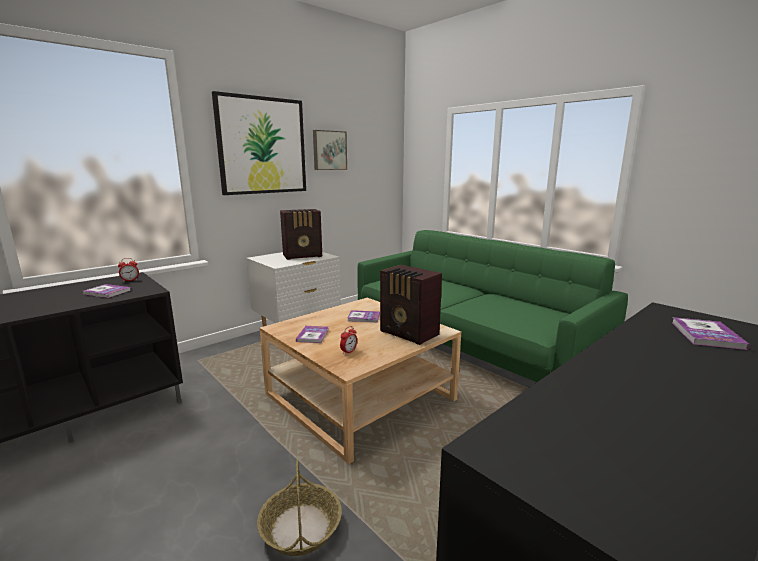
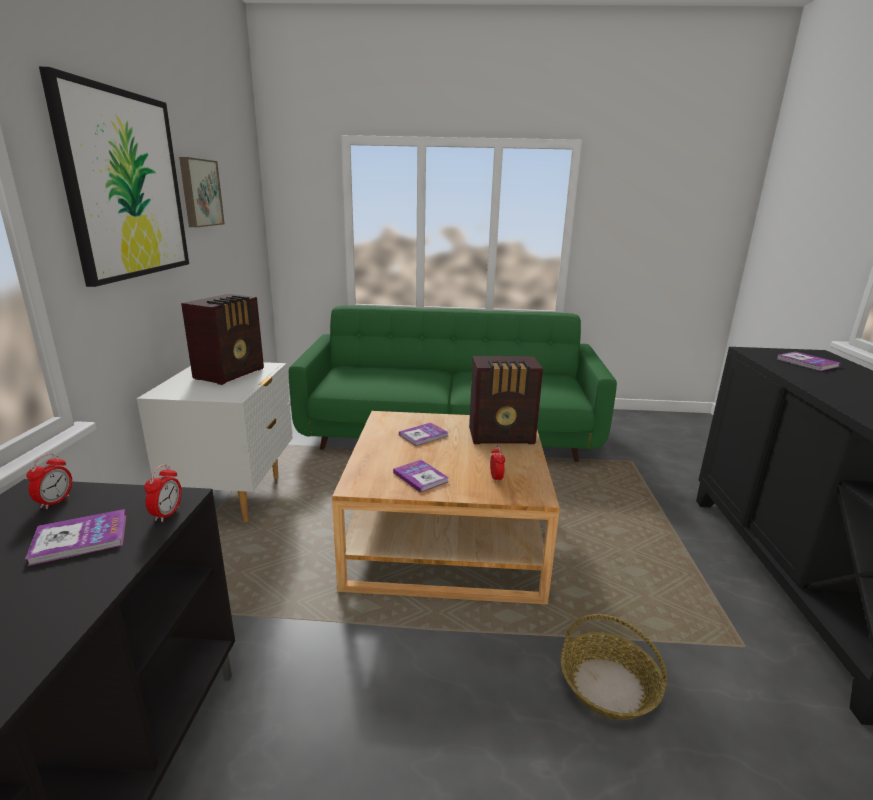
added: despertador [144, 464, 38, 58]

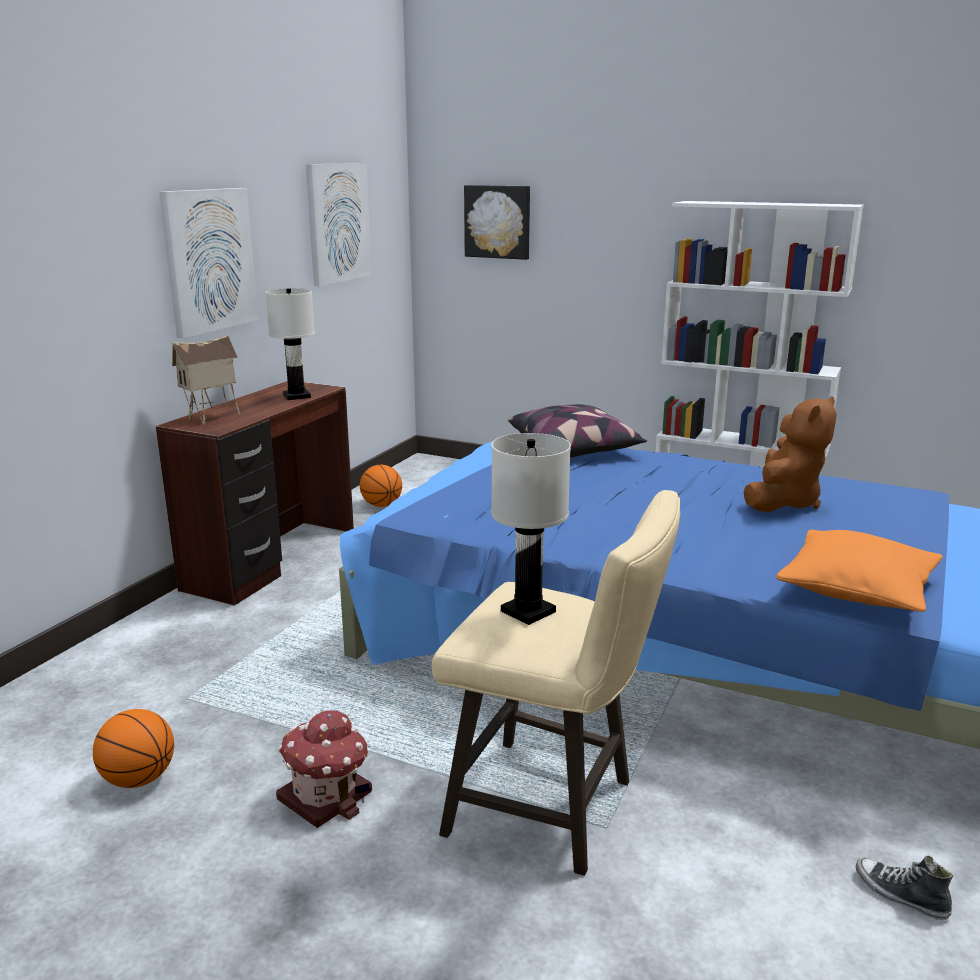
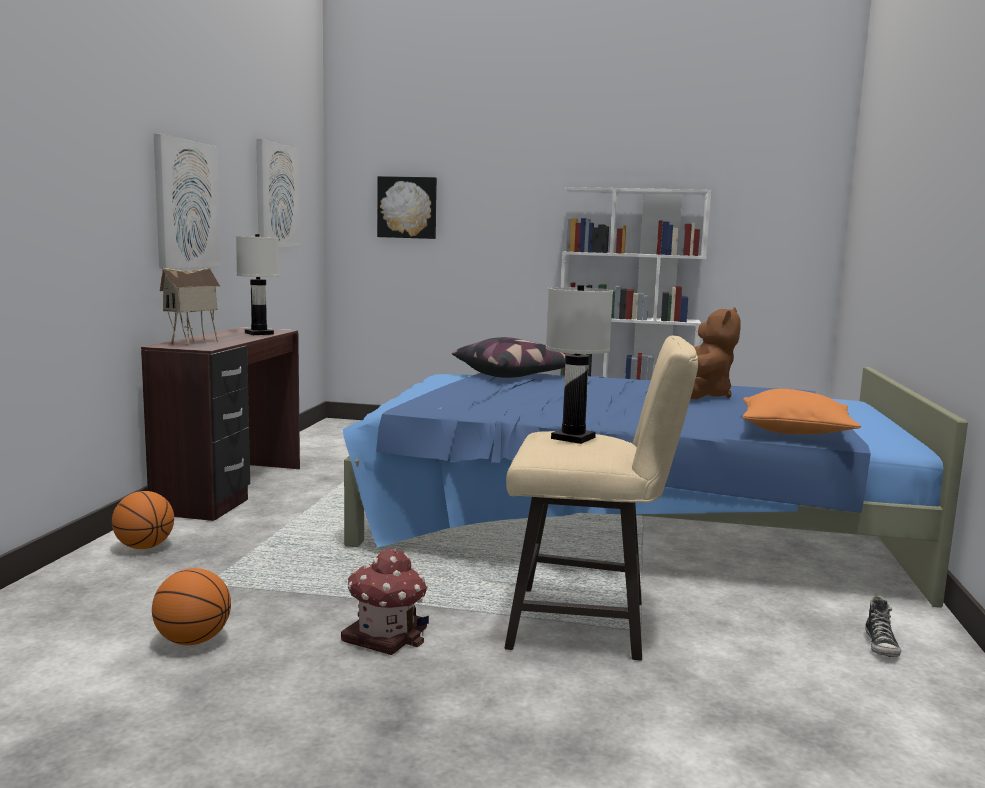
moved: balón de baloncesto [360, 465, 42, 42] to [112, 491, 62, 58]
turned: zapato [856, 856, 97, 64] = [865, 596, 36, 61] 105 degrees counterclockwise

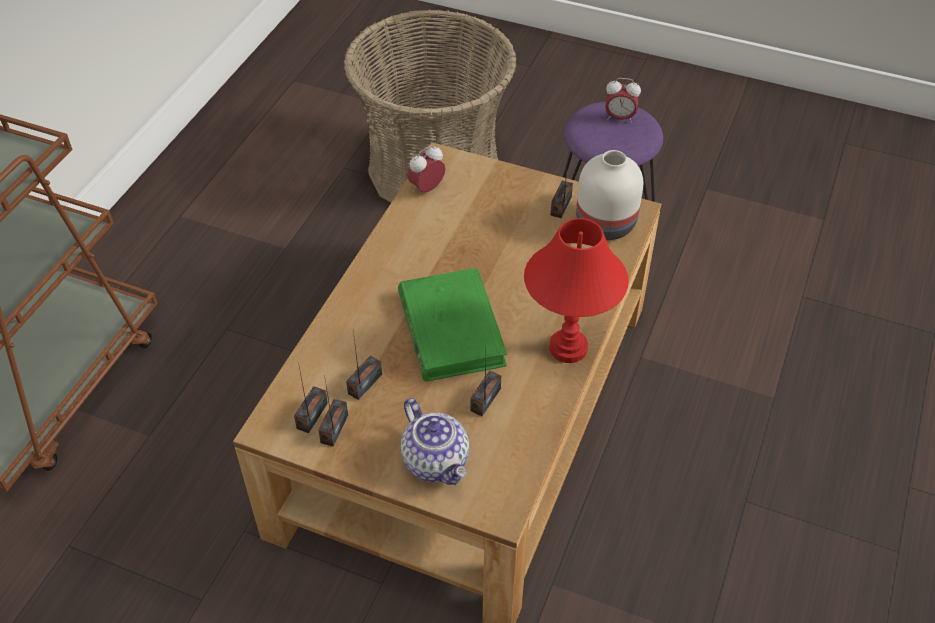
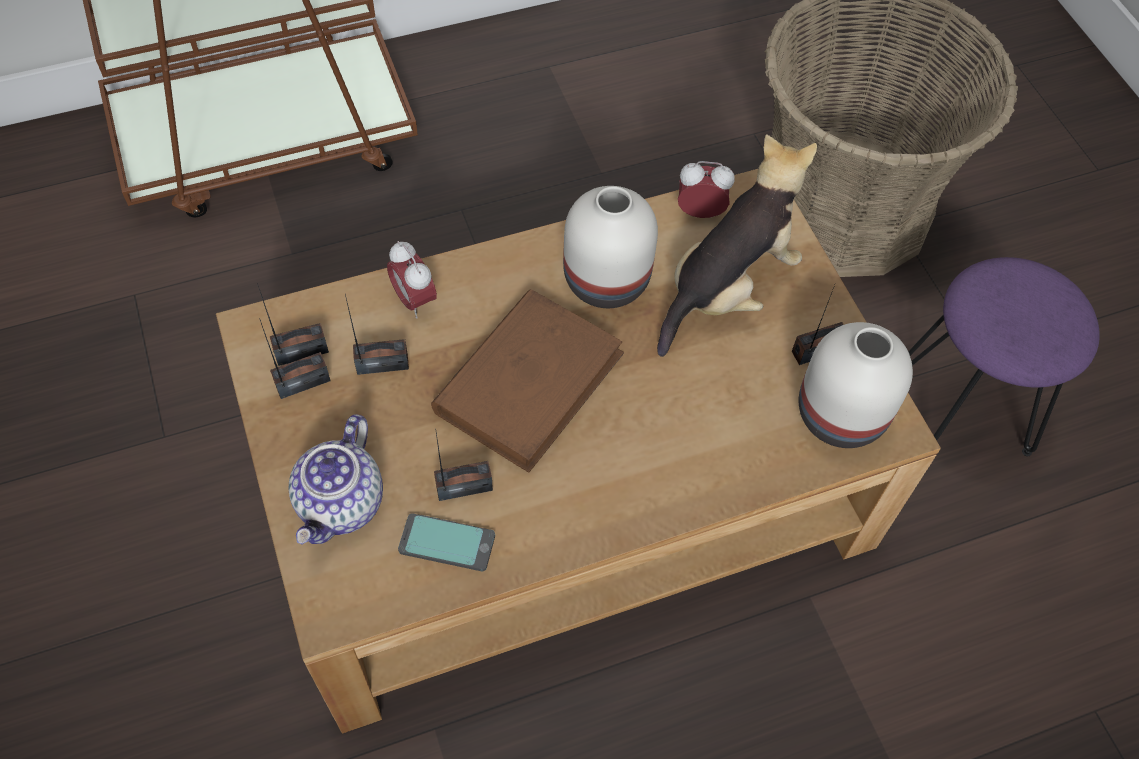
removed: lámpara de mesa [rojo] [524, 218, 105, 145]
added: móvil [398, 513, 97, 59]; florero [blanco] [563, 186, 95, 122]; peluche [657, 134, 160, 223]
moved: despertador [605, 78, 36, 45] to [387, 241, 50, 77]
recoloured: libro [verde] [398, 268, 109, 114] to libro [marrón] [431, 289, 193, 184]

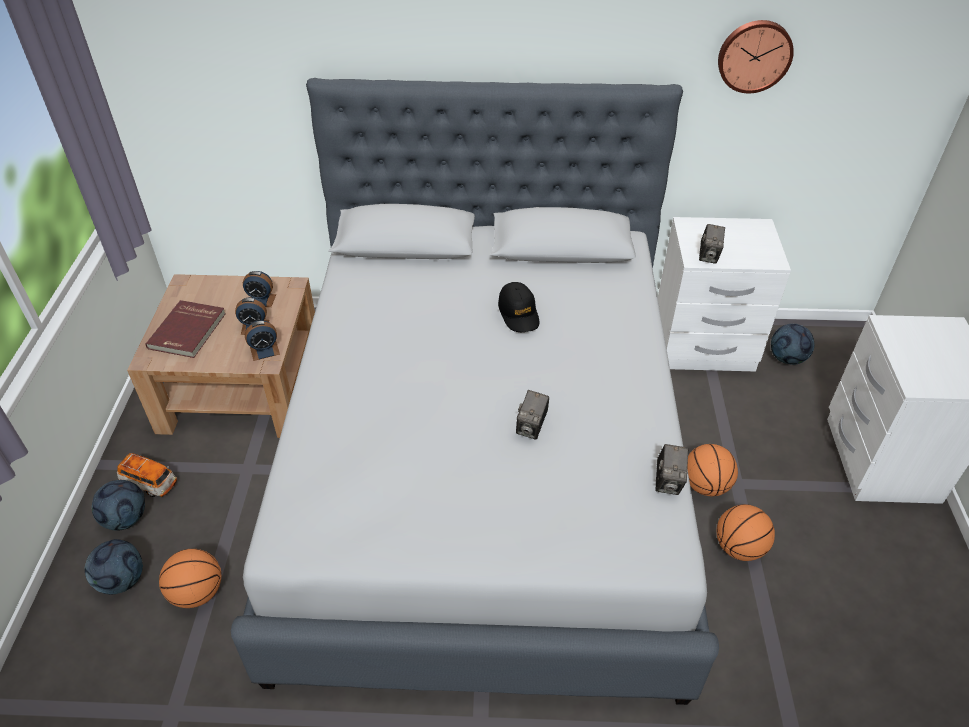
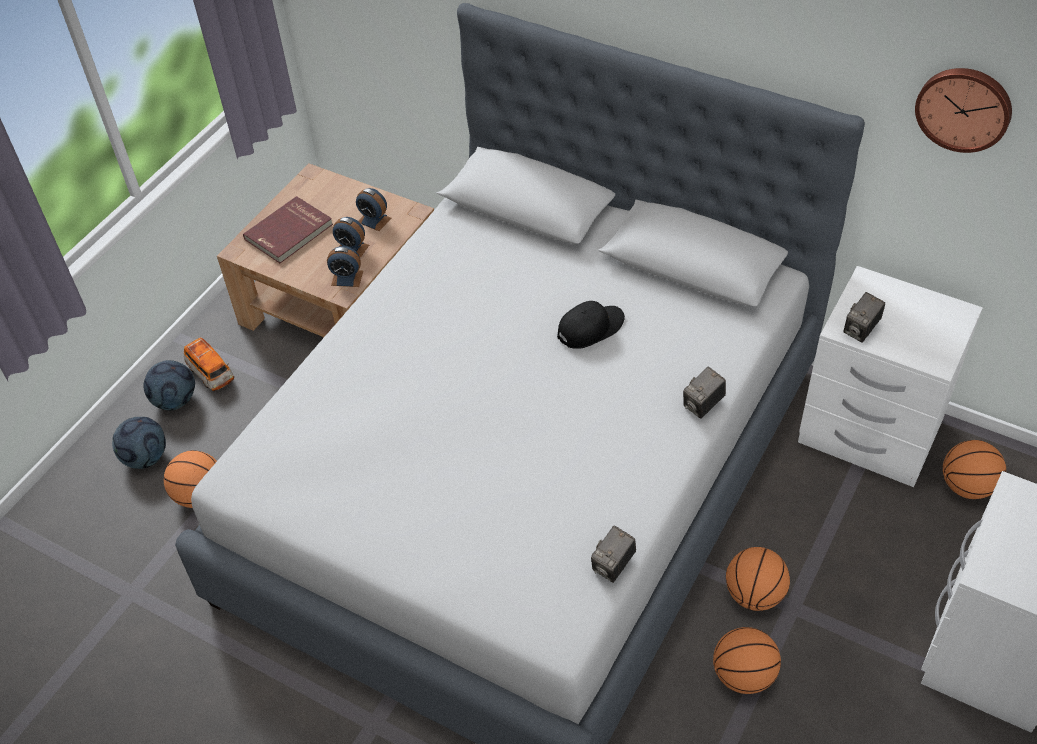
moved: cámara [516, 390, 33, 50] to [683, 367, 43, 52]
replaced: balón de fútbol [771, 324, 44, 41] to balón de baloncesto [943, 440, 63, 59]
turned: gorra [negro] [498, 282, 41, 50] = [557, 301, 68, 48] 135 degrees counterclockwise

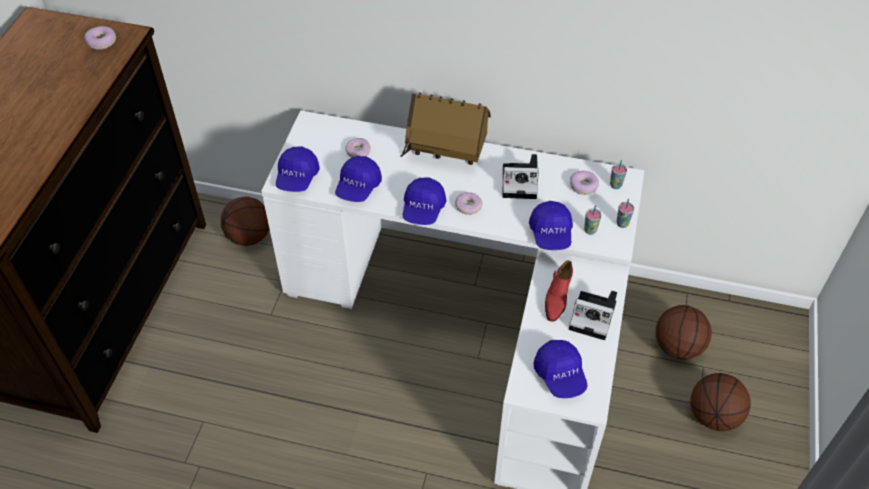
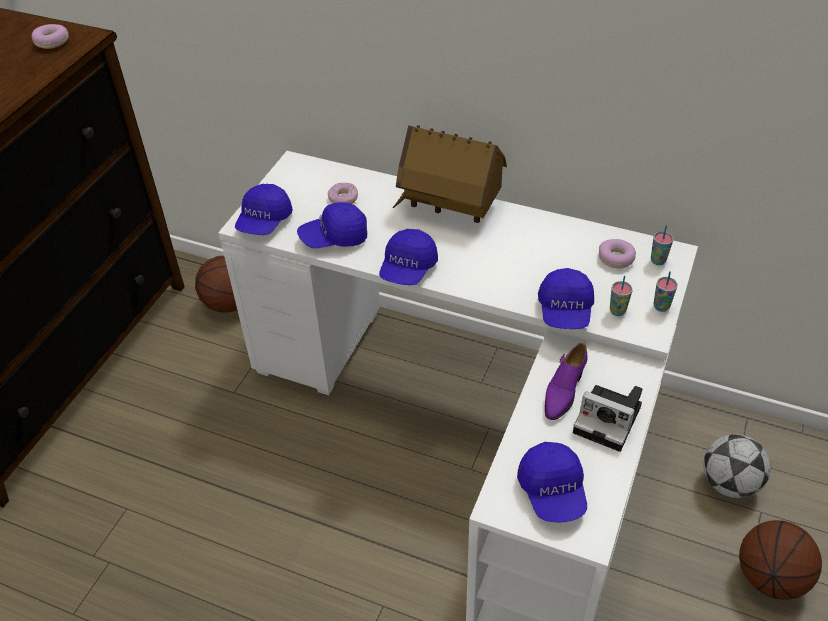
removed: rosquilla [455, 192, 28, 23]; cámara [503, 154, 36, 45]
replaced: balón de baloncesto [655, 305, 57, 55] to balón de fútbol [704, 434, 67, 64]
recoloured: zapato [rojo] [545, 260, 28, 61] to zapato [morado] [545, 343, 43, 77]
turned: gorra [azul] [335, 156, 47, 46] = [297, 202, 71, 46] 45 degrees clockwise

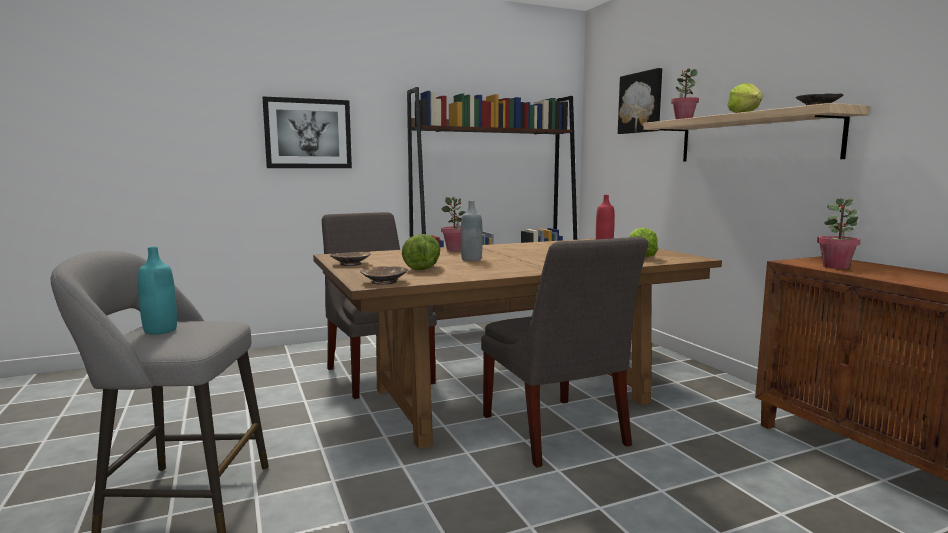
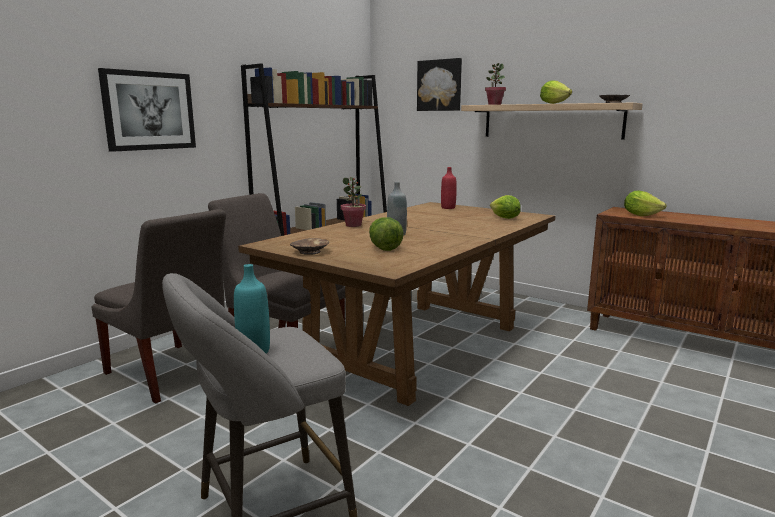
removed: cuenco [marrón] [360, 266, 48, 19]
moved: silla [gris] [481, 237, 167, 230] to [91, 209, 135, 194]
replaced: planta en maceta [817, 197, 44, 72] to lechuga [624, 191, 42, 25]

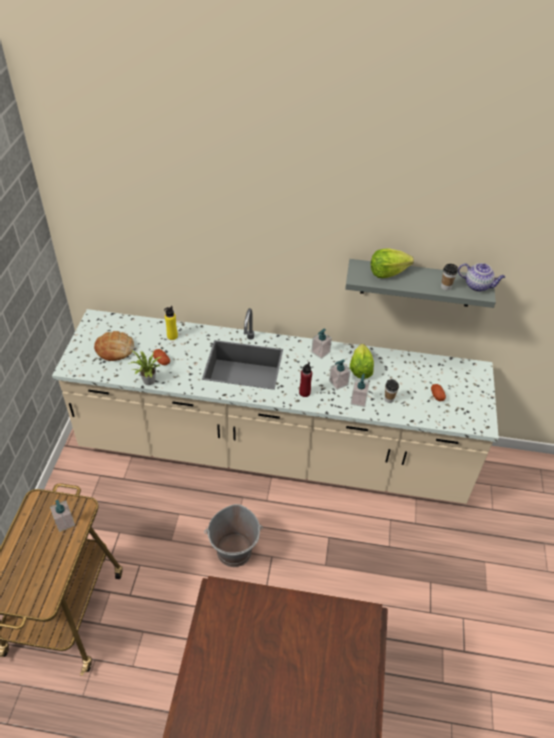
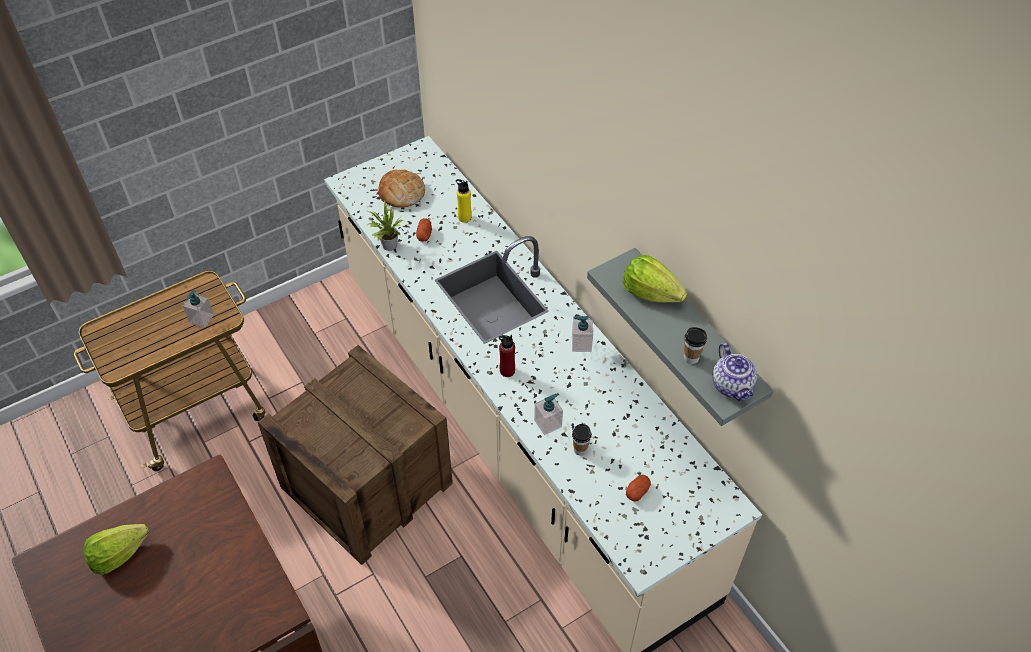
removed: dispensador de jabón [329, 359, 22, 31]
moved: lechuga [350, 344, 24, 35] to [83, 524, 66, 51]
replaced: cubo [gris] [204, 504, 59, 63] to caja de embalaje [258, 345, 195, 220]

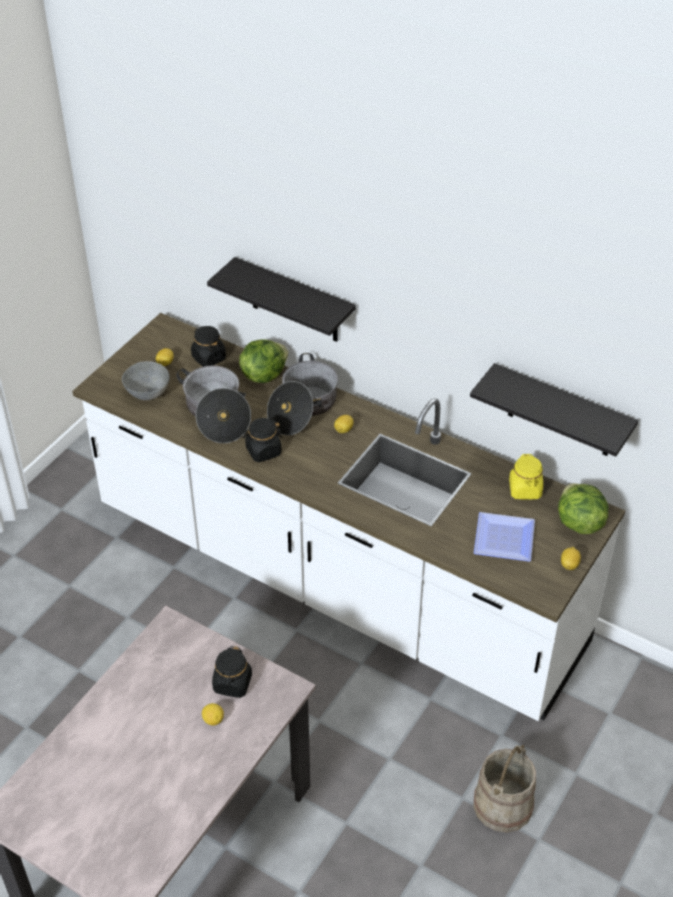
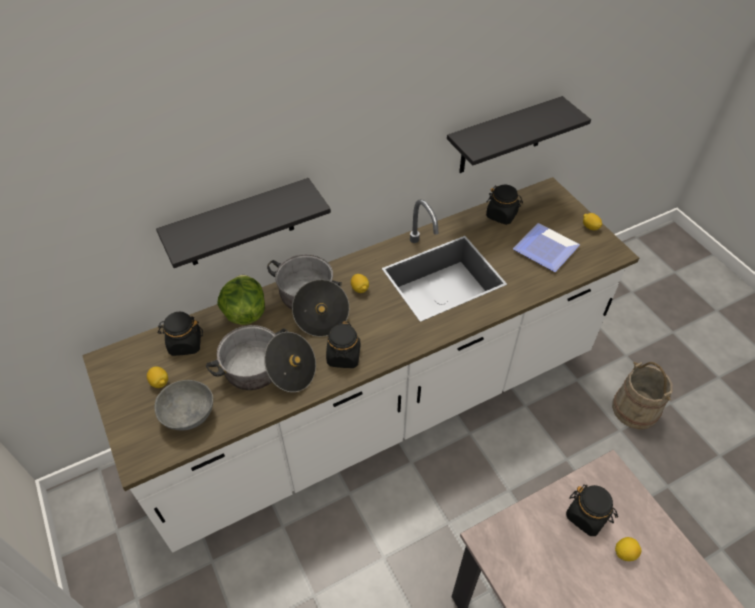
removed: lechuga [558, 483, 50, 51]
recoloured: tarro [amarillo] [509, 454, 34, 45] to tarro [negro] [486, 185, 37, 40]

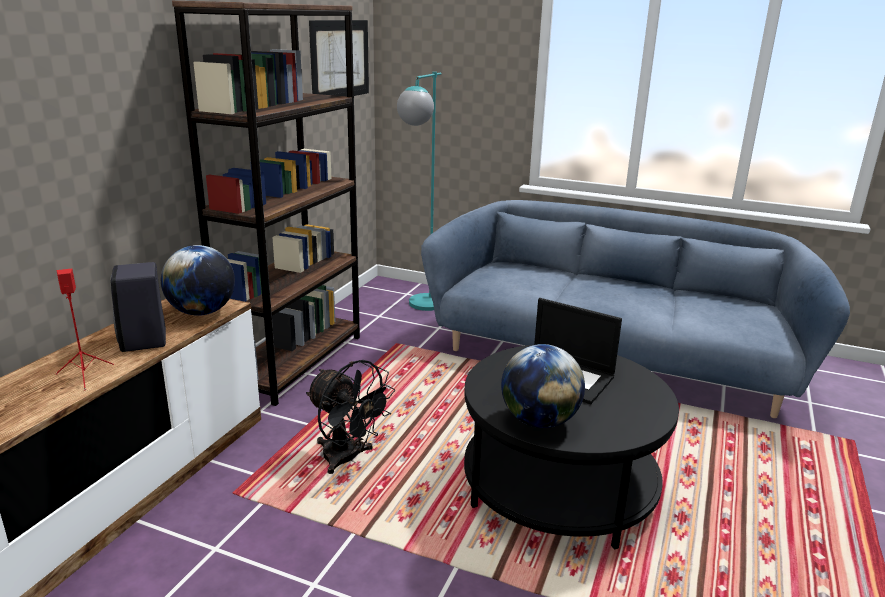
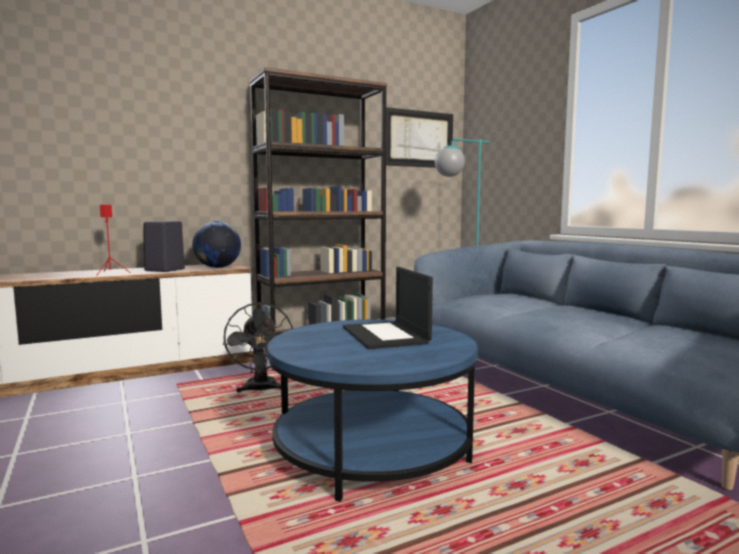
removed: globo terráqueo [501, 344, 84, 84]
recoloured: mesa de centro [negro] [464, 345, 215, 205] to mesa de centro [azul] [267, 319, 211, 183]

